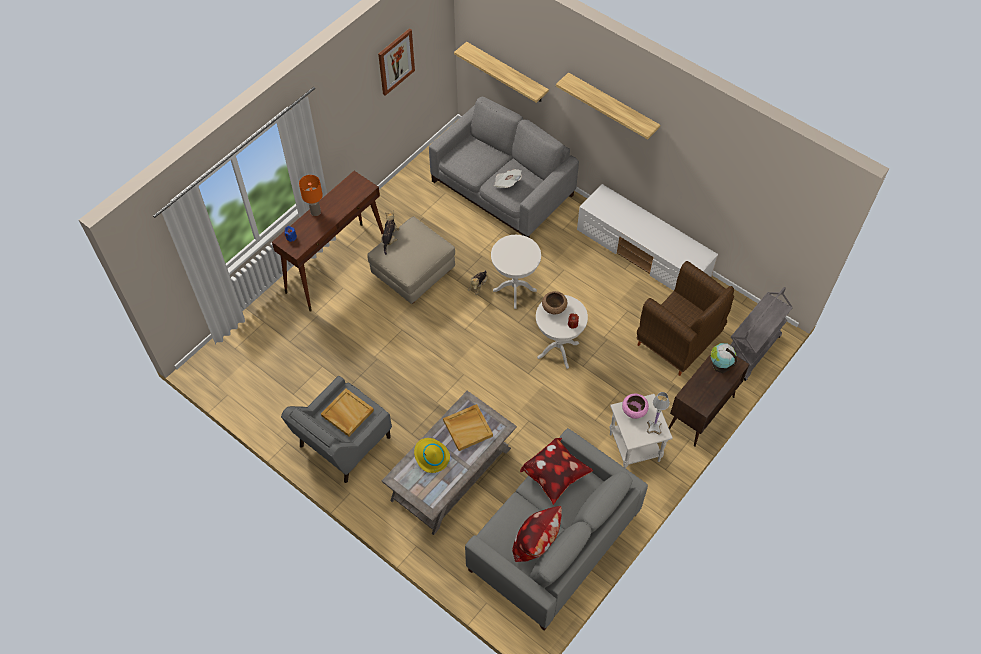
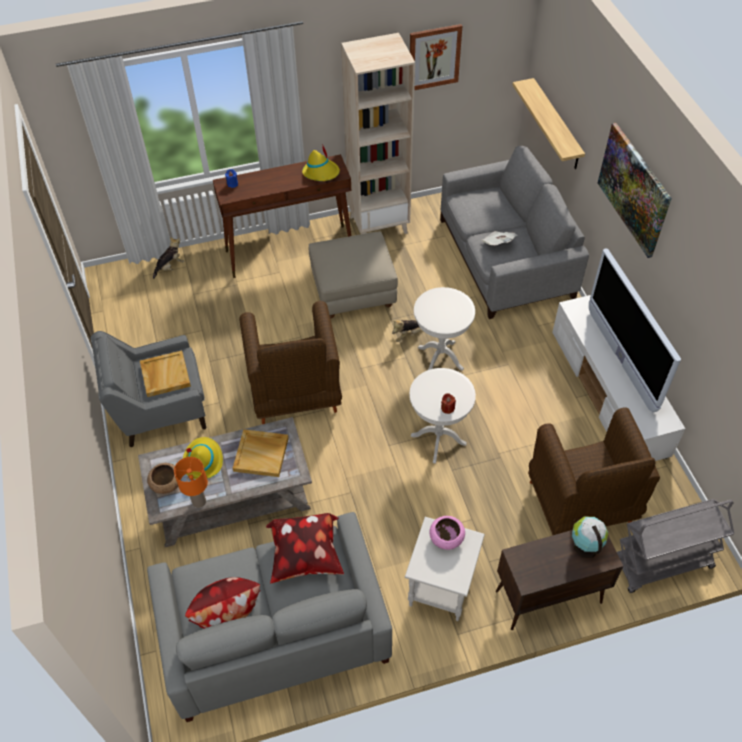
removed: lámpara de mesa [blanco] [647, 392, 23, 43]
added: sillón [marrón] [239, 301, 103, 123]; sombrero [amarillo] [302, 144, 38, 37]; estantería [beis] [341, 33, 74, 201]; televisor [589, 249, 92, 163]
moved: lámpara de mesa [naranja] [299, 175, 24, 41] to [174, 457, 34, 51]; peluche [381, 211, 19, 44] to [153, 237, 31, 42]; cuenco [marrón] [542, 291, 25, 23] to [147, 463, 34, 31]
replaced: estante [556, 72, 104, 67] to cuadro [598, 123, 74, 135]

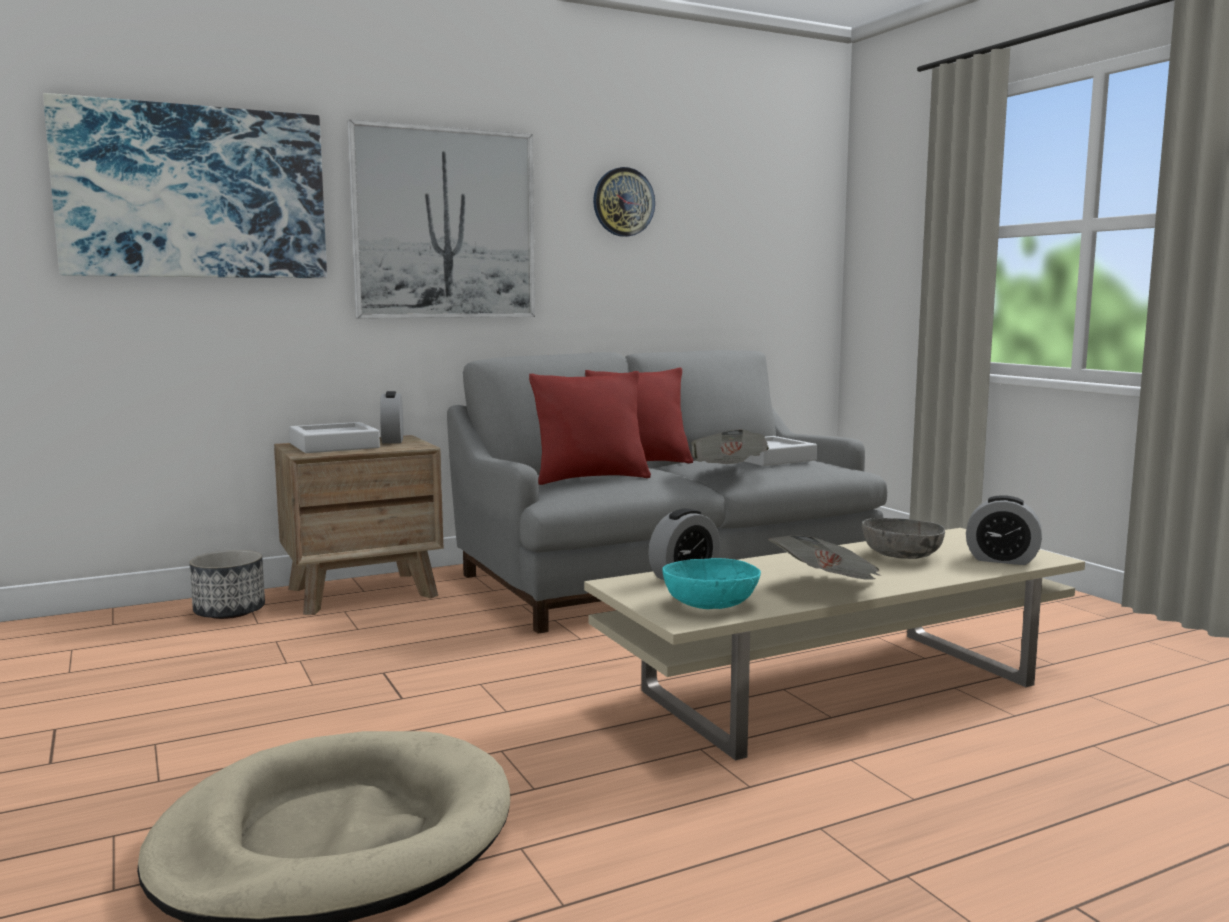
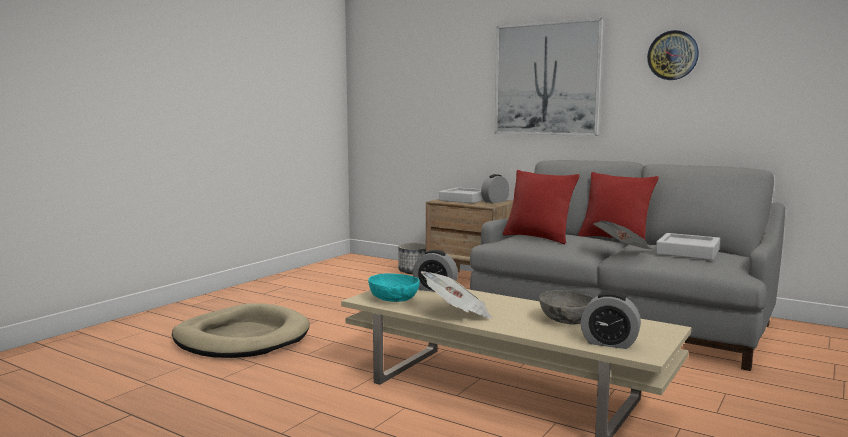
removed: cuadro [43, 93, 284, 185]
turned: despertador [966, 495, 76, 70] = [581, 292, 60, 57] 60 degrees counterclockwise

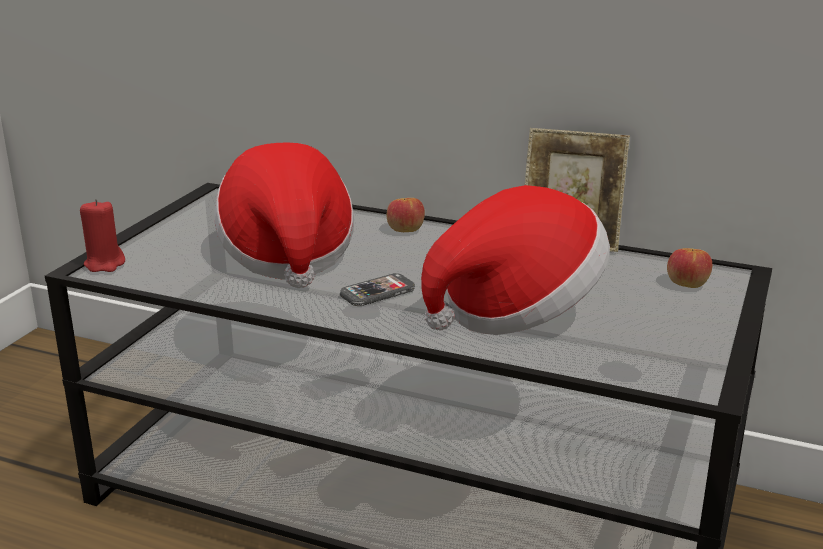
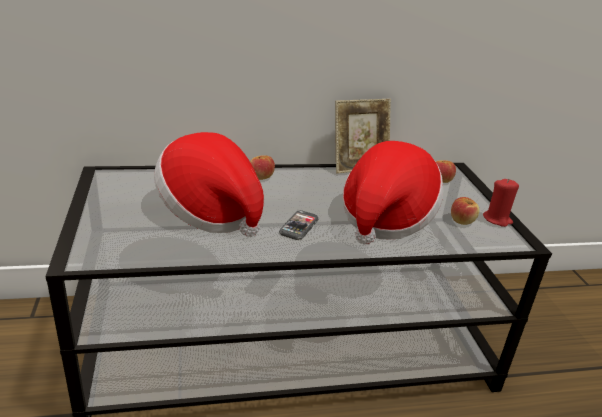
added: manzana [451, 197, 29, 28]
moved: vela [rojo] [80, 199, 45, 73] to [483, 179, 36, 48]

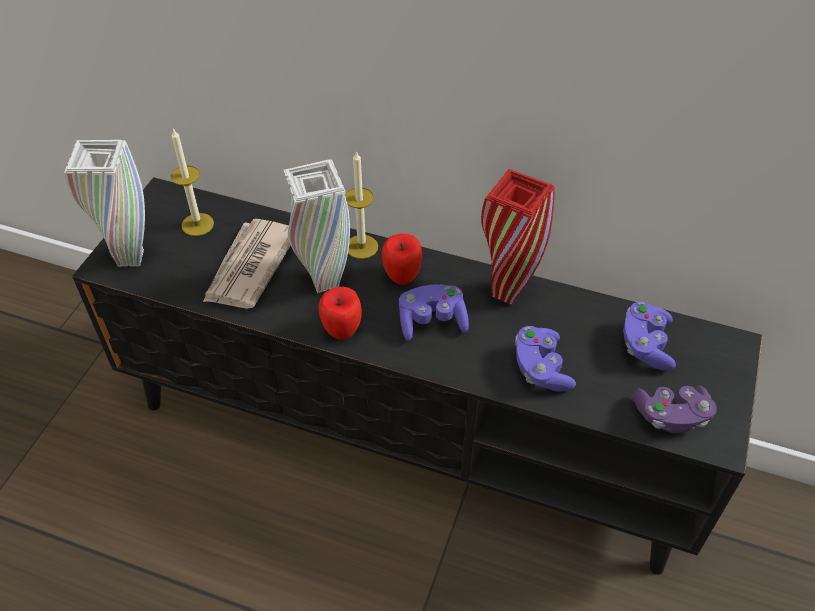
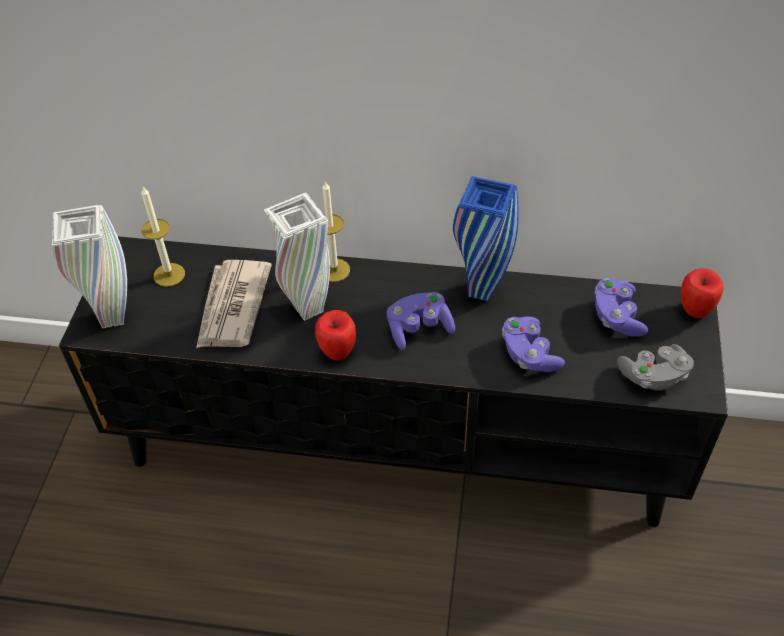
moved: manzana [381, 234, 41, 51] to [681, 268, 43, 50]
recoloured: florero [rojo] [481, 169, 74, 136] to florero [azul] [453, 176, 65, 125]; mando de consola [morado] [634, 385, 83, 48] to mando de consola [gris] [617, 344, 77, 46]

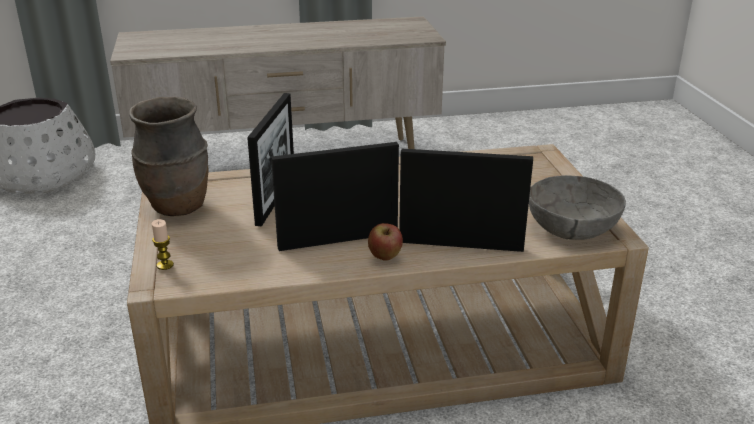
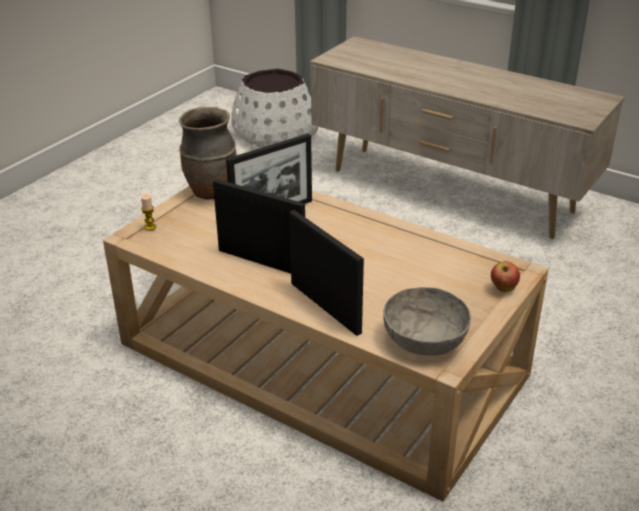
moved: manzana [368, 223, 35, 38] to [491, 261, 29, 31]

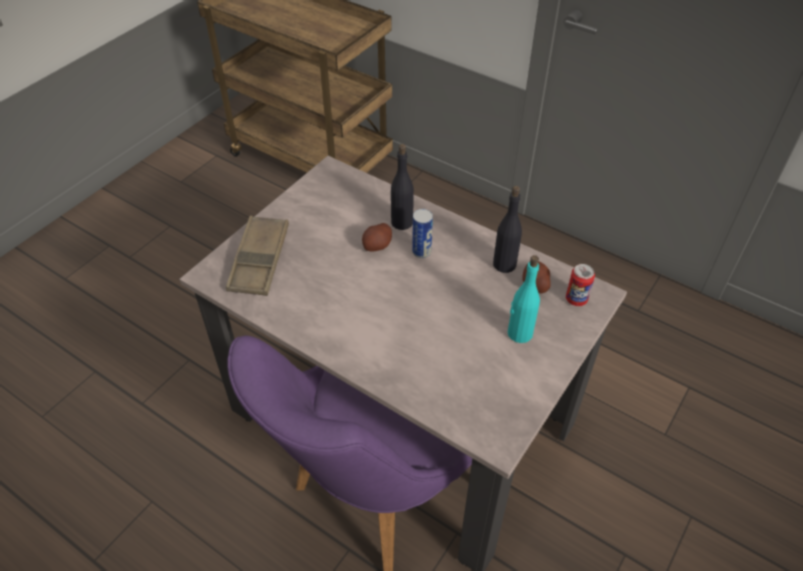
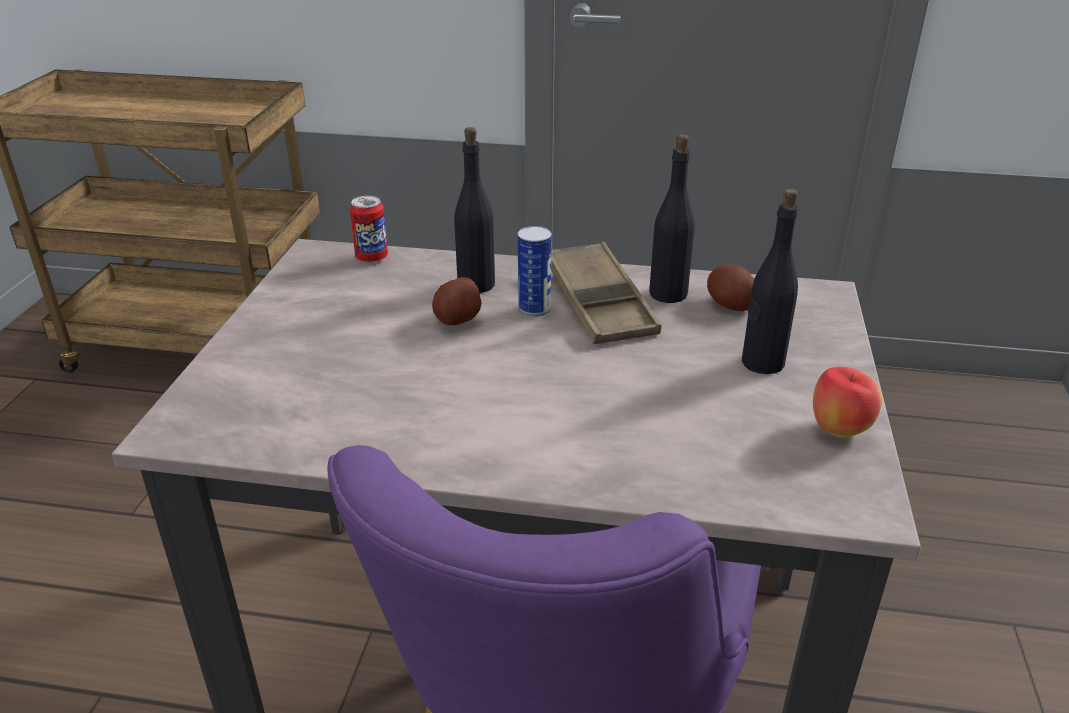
added: manzana [813, 367, 69, 71]
moved: bandeja [marrón] [226, 216, 63, 80] to [551, 242, 110, 102]; lata [566, 264, 29, 42] to [350, 196, 38, 67]
recoloured: botella [turquesa] [508, 255, 32, 88] to botella [negro] [742, 189, 56, 185]

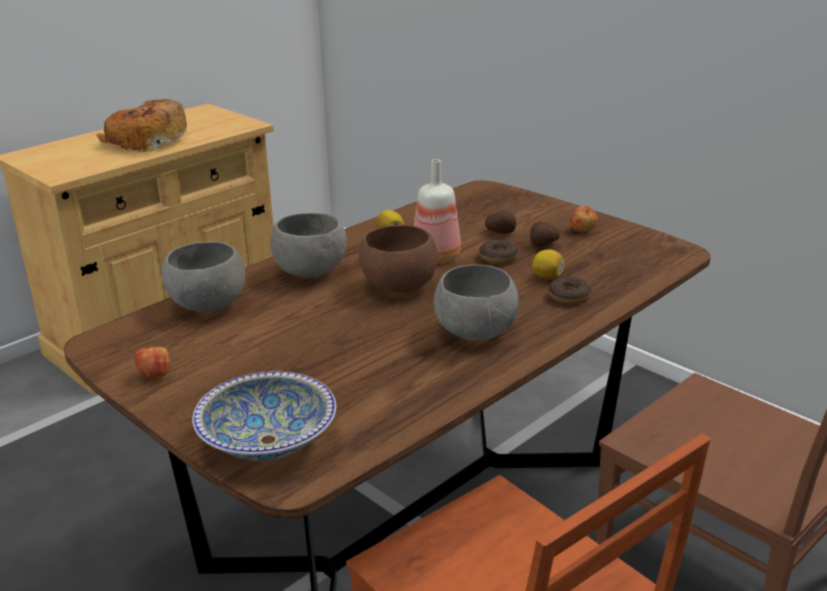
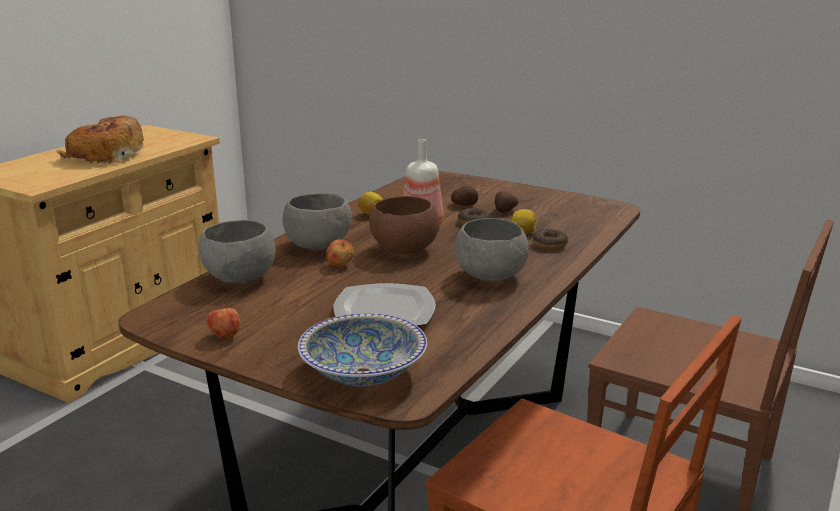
added: plato [333, 283, 103, 43]
moved: manzana [570, 206, 27, 26] to [326, 239, 28, 28]

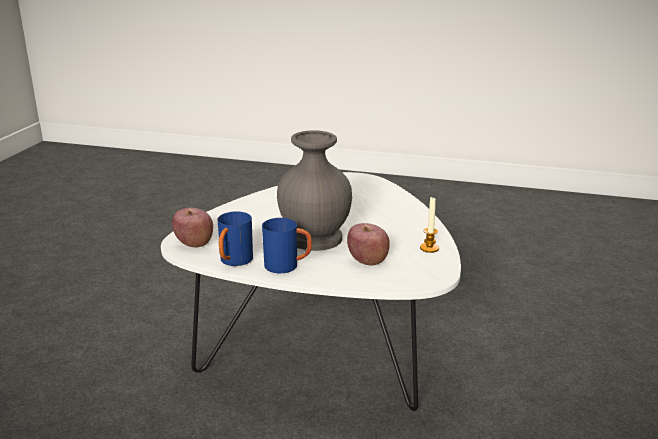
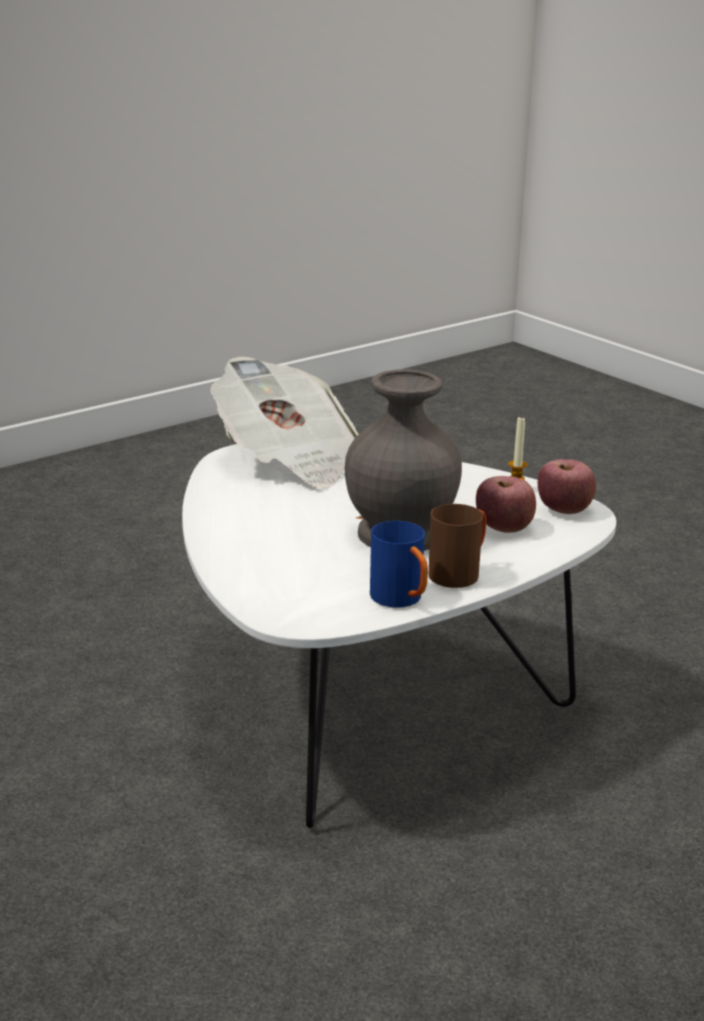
added: periódico [210, 356, 149, 133]
moved: manzana [172, 208, 41, 39] to [538, 459, 58, 55]
recoloured: taza grande [azul] [262, 218, 50, 55] to taza grande [marrón] [429, 504, 57, 84]

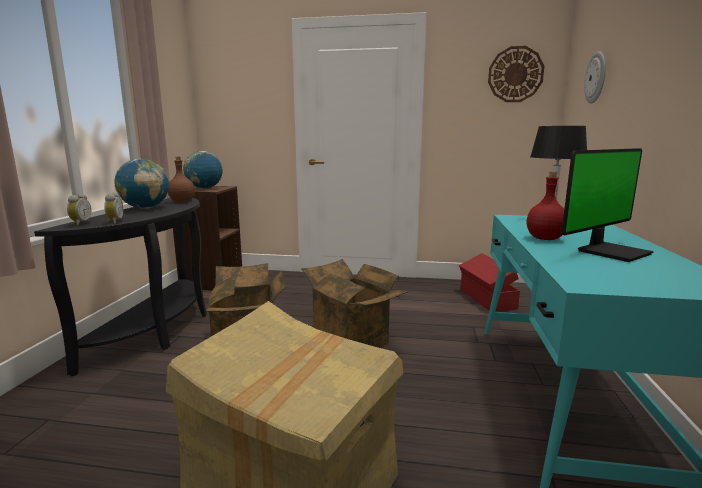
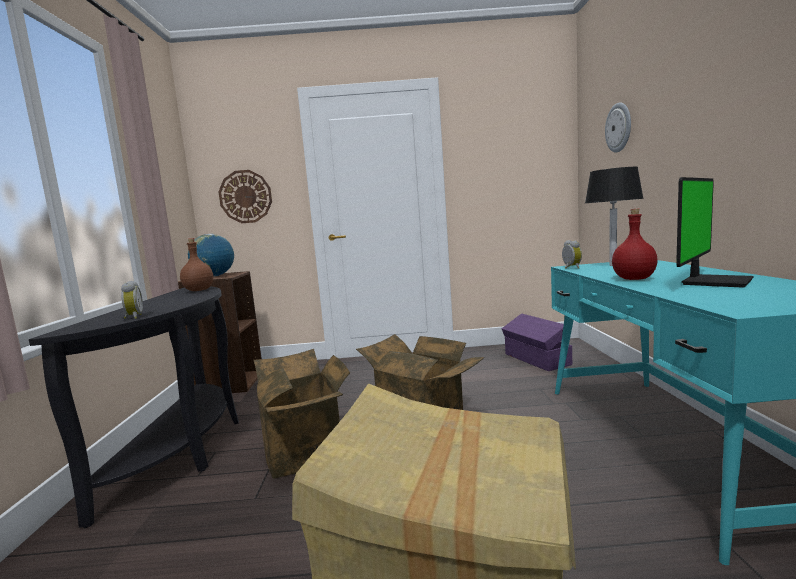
removed: globo terráqueo [115, 159, 54, 50]
moved: despertador [67, 193, 24, 33] to [562, 240, 20, 29]; reloj de pared [488, 46, 57, 56] to [218, 170, 54, 53]
recoloured: caja de almacenaje [rojo] [459, 253, 61, 59] to caja de almacenaje [morado] [502, 313, 70, 58]

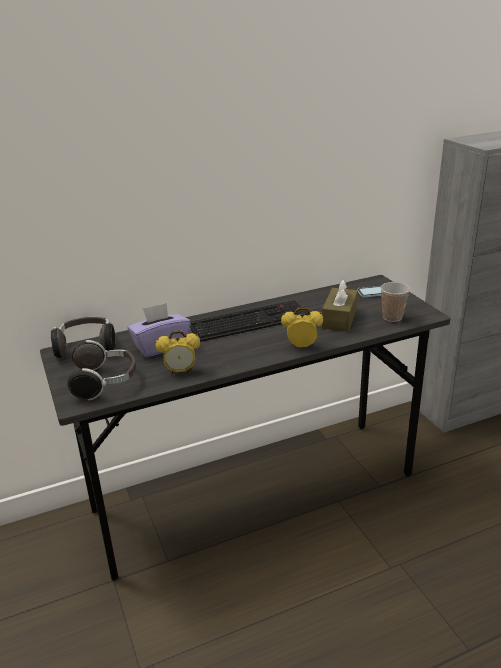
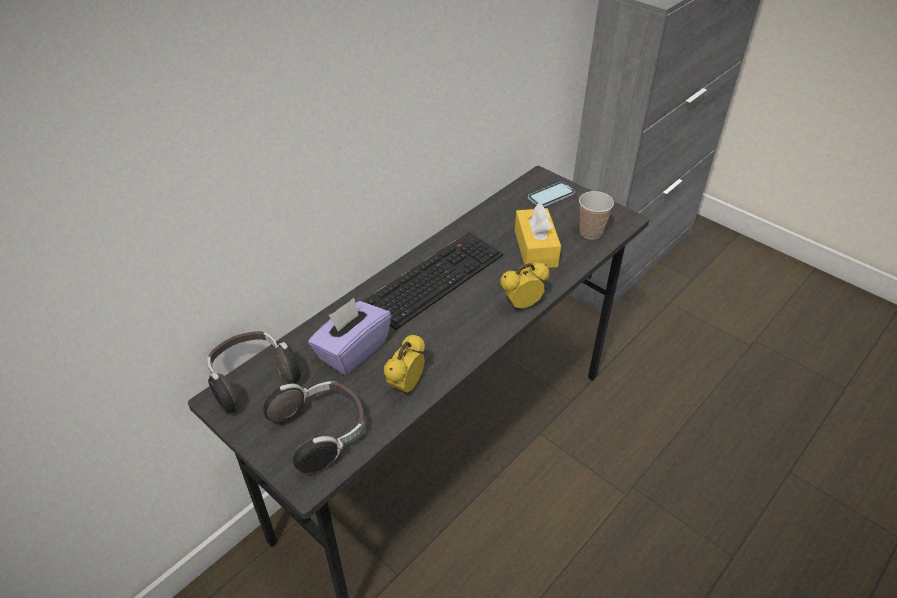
recoloured: caja de pañuelos [marrón] [322, 279, 36, 53] to caja de pañuelos [amarillo] [515, 203, 46, 66]
turned: despertador [155, 330, 45, 45] = [384, 334, 41, 59] 150 degrees clockwise

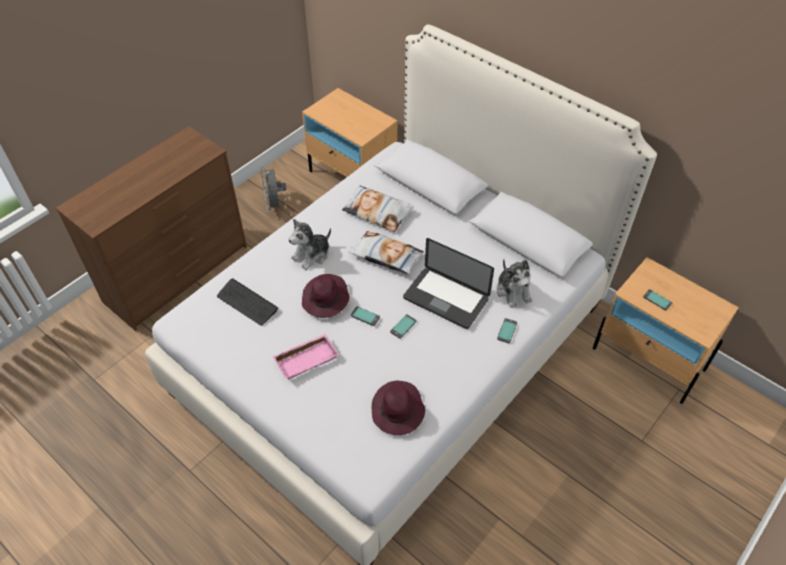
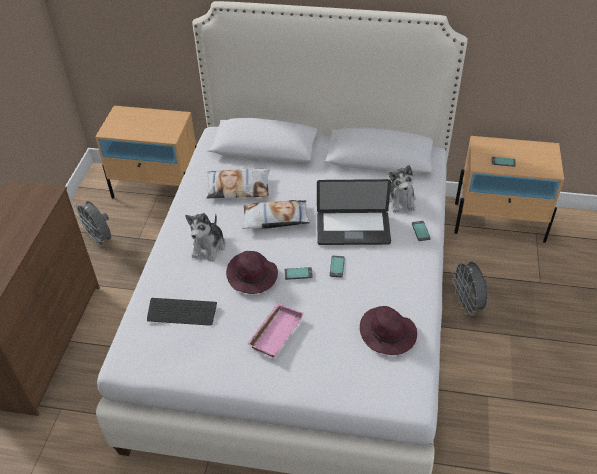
added: ventilador [gris] [452, 261, 36, 54]
turned: peluche [496, 259, 36, 49] = [389, 165, 27, 48] 45 degrees clockwise

